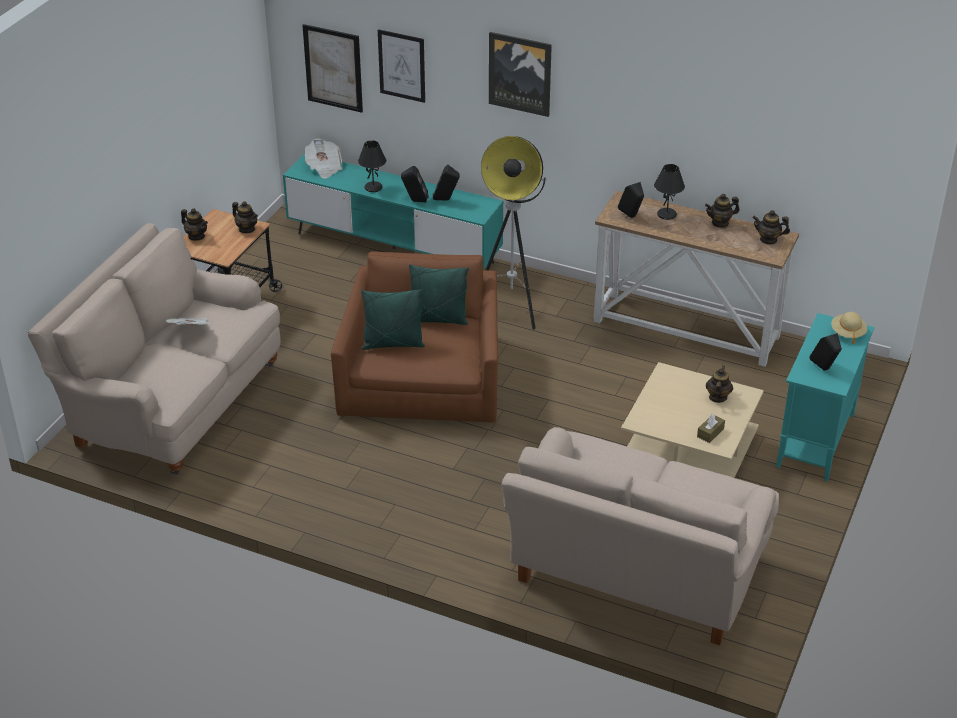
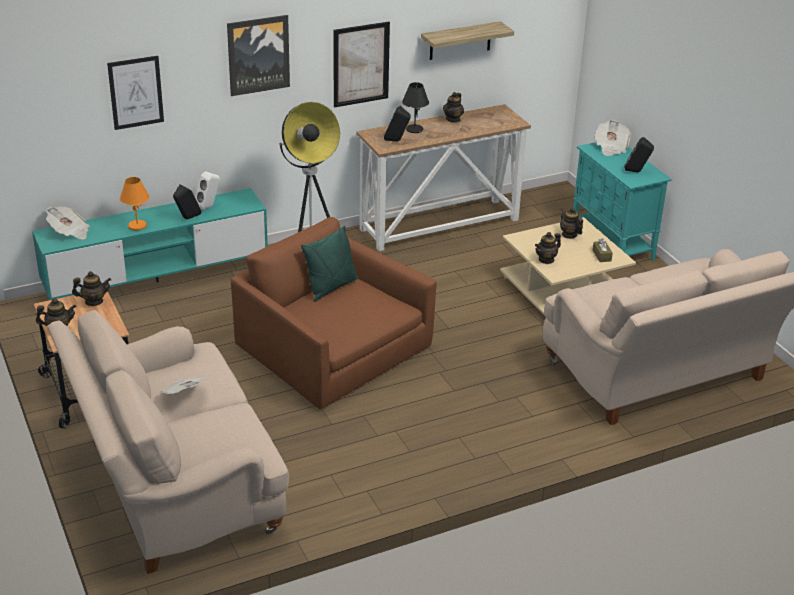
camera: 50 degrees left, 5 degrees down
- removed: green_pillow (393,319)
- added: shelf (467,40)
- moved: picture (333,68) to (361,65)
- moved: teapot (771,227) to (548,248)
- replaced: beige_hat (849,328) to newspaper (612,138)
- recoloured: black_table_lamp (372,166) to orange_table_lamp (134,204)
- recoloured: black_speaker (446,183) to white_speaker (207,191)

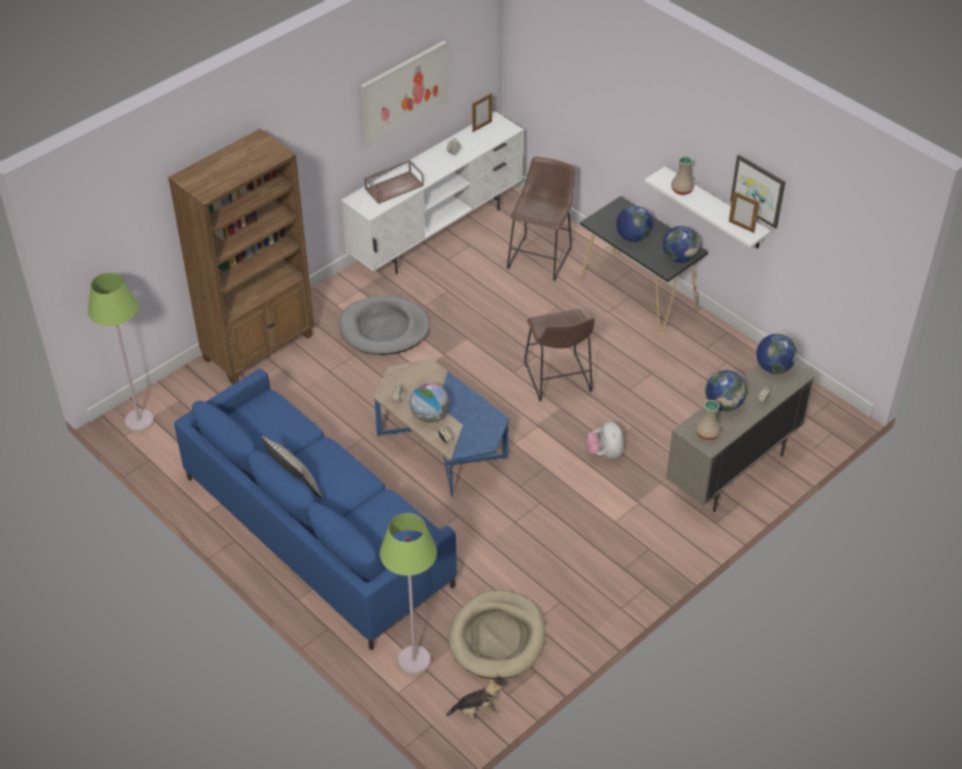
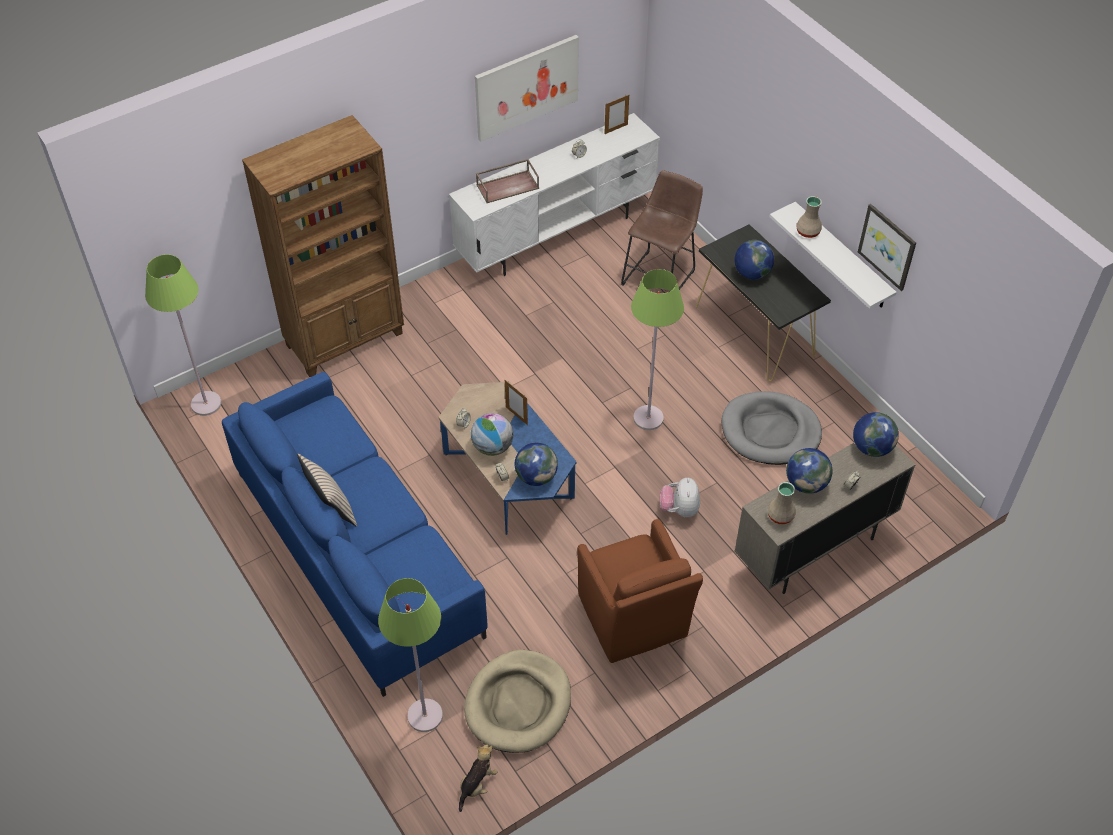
camera: 10 degrees right, 5 degrees up
- added: brown_armchair (640,591)
- moved: grey_dog_bed (385,325) to (772,428)
- moved: globe (681,244) to (536,464)
- moved: picture_frame (744,212) to (516,402)
- replaced: brown_stool (559,355) to green_floor_lamp (657,349)
- turned: plush_toy (474,699) = (478,778) 60 degrees counterclockwise

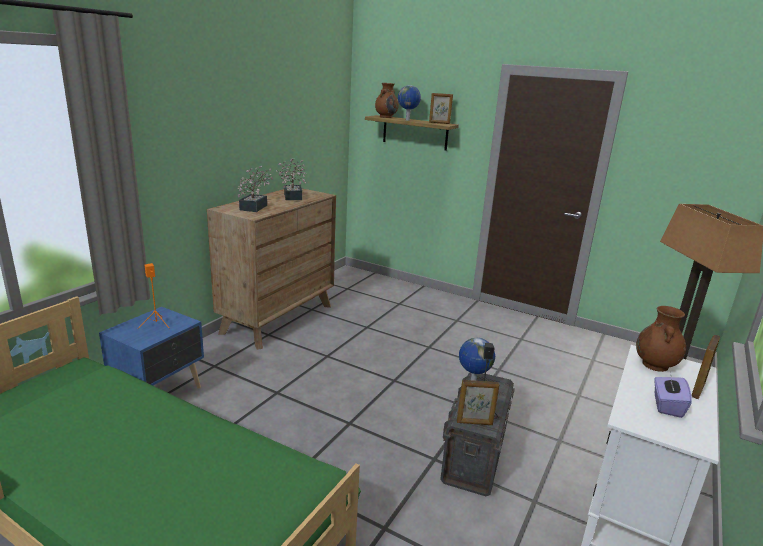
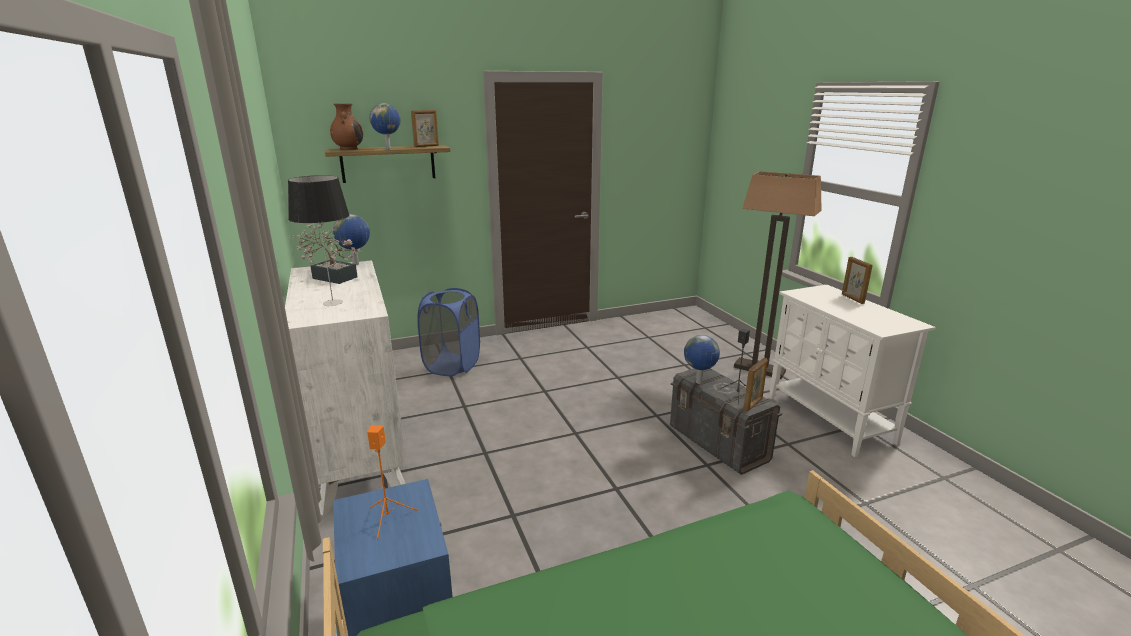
camera: 50 degrees left, 0 degrees up
- removed: brown_vase (661,339)
- removed: purple_tissue_box (673,394)
- added: globe (351,239)
- added: blue_laundry_basket (448,332)
- replaced: potted_plant (255,189) to table_lamp (318,240)
- recoloured: brown_dresser (271,269) to white_dresser (345,388)

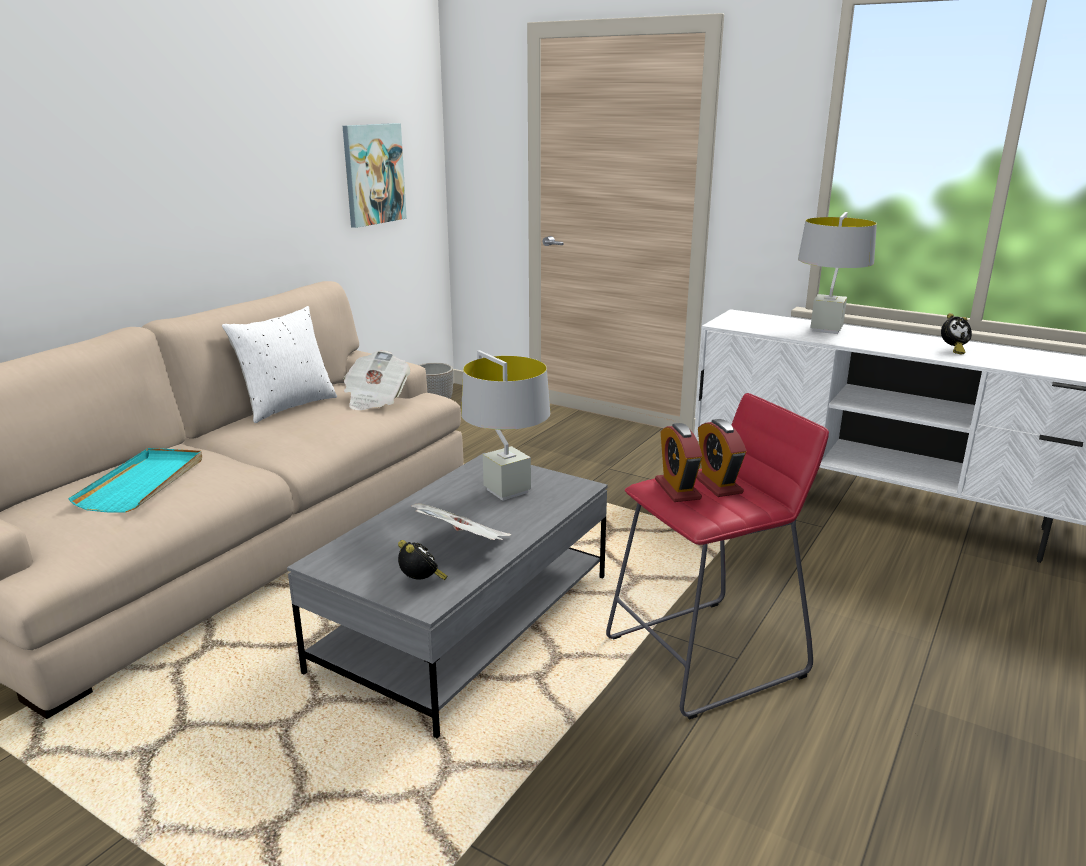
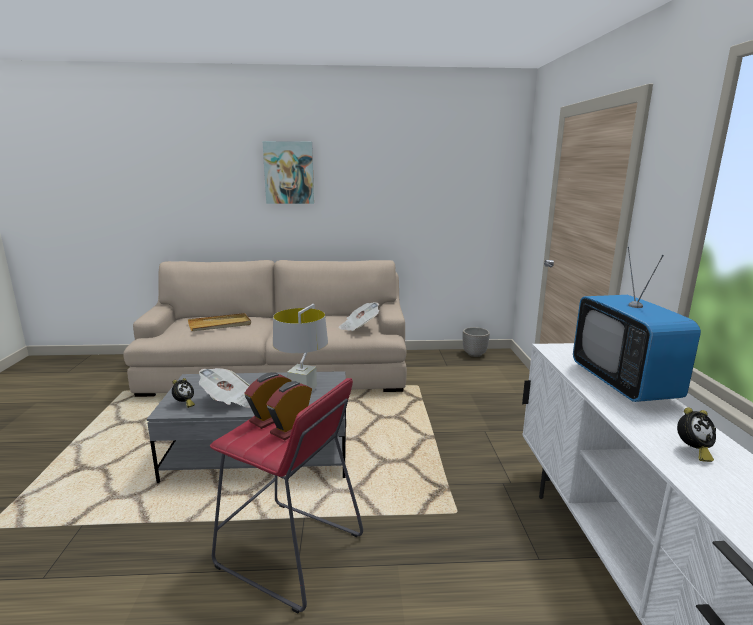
camera: 55 degrees right, 5 degrees down
- removed: white_pillow (279,364)
- moved: picture (375,175) to (288,172)
- replaced: grey_table_lamp (837,273) to television (637,324)
- recoloured: turquoise_tray (135,480) to beige_tray (219,322)
- turned: alarm_clock (956,334) = (696,434) 60 degrees counterclockwise

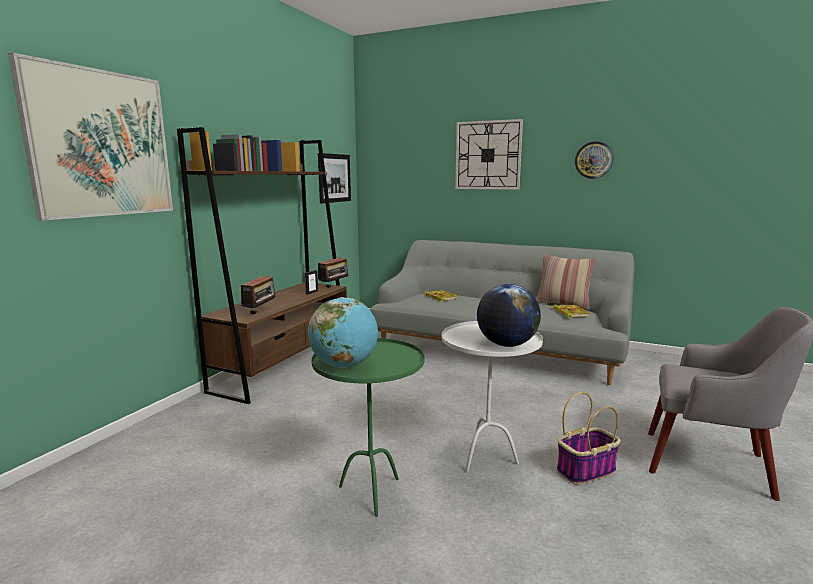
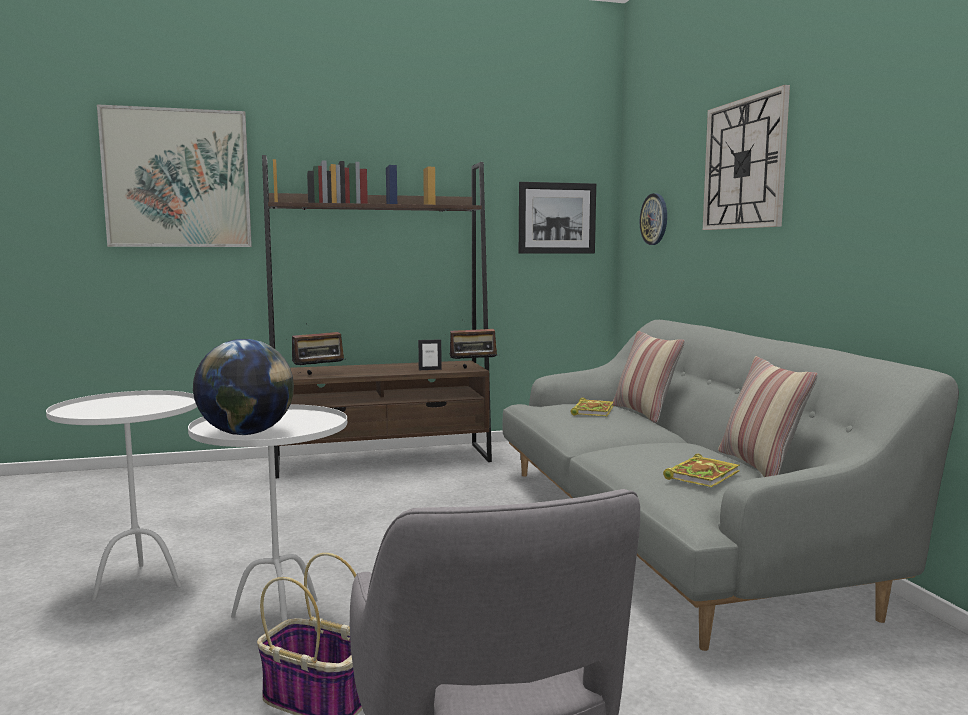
camera: 50 degrees right, 5 degrees down
- removed: globe (343,332)
- added: pillow (648,377)
- moved: wall_clock (594,160) to (653,219)
- recoloured: green_side_table (368,427) to white_side_table (121,495)

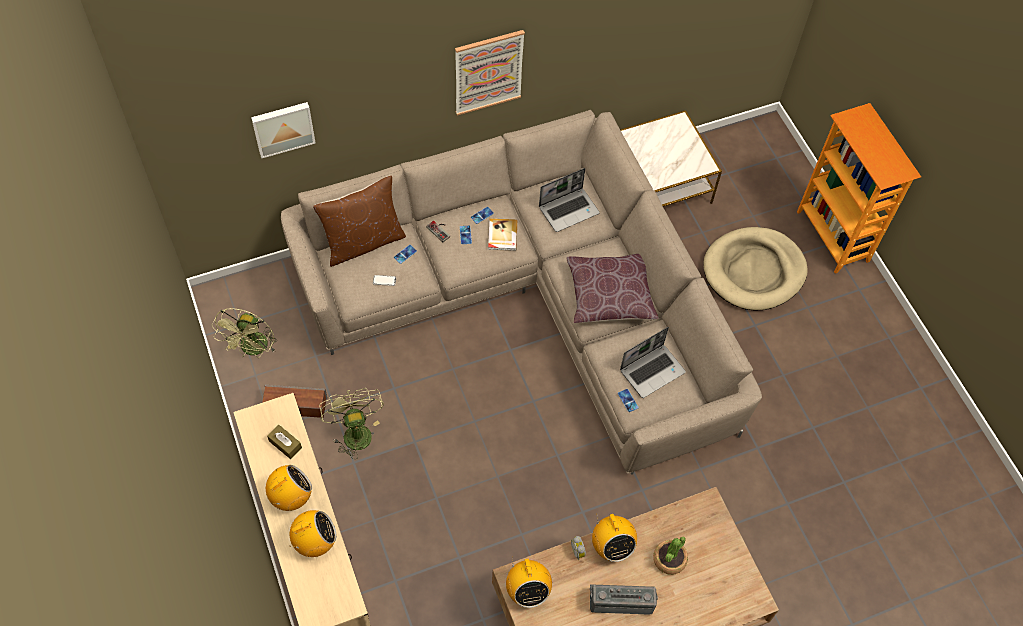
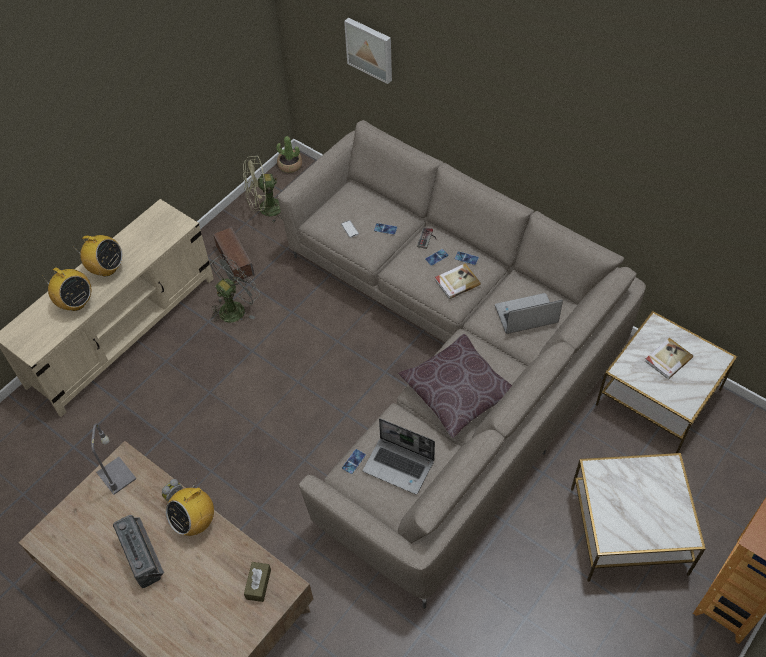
camera: 65 degrees right, 5 degrees down
- removed: brown_pillow (359,221)
- removed: picture (490,73)
- added: book (669,358)
- moved: brown_tissue_box (284,442) to (257,582)
- moved: potted_plant (670,555) to (289,154)
- replaced: radio (529,582) to grey_table_lamp (114,459)
- replaced: beige_dog_bed (756,269) to side_table (638,517)
- recoloured: green_fan (351,423) to grey_fan (235,288)
- turned: laptop (569,200) = (529,313) 135 degrees clockwise

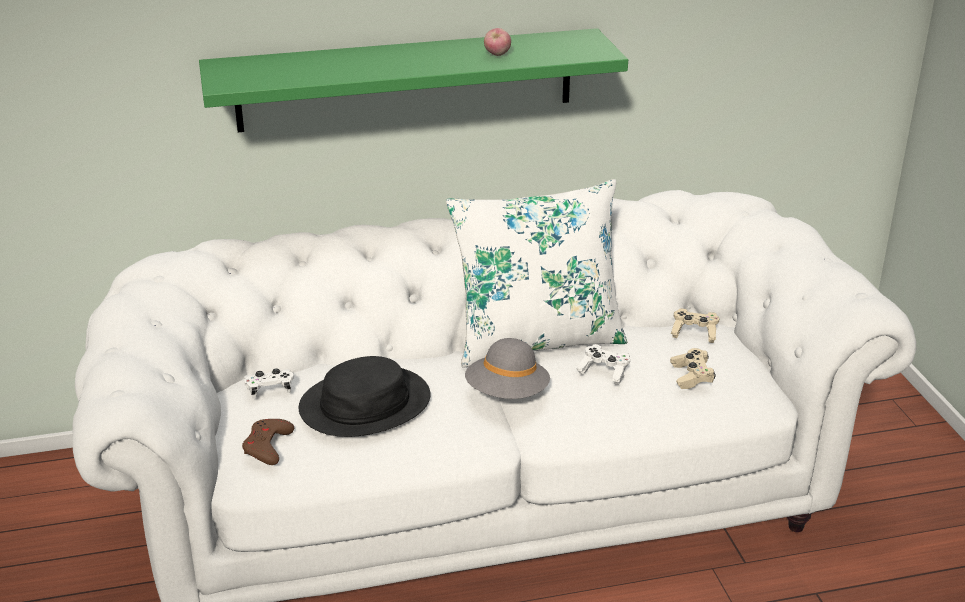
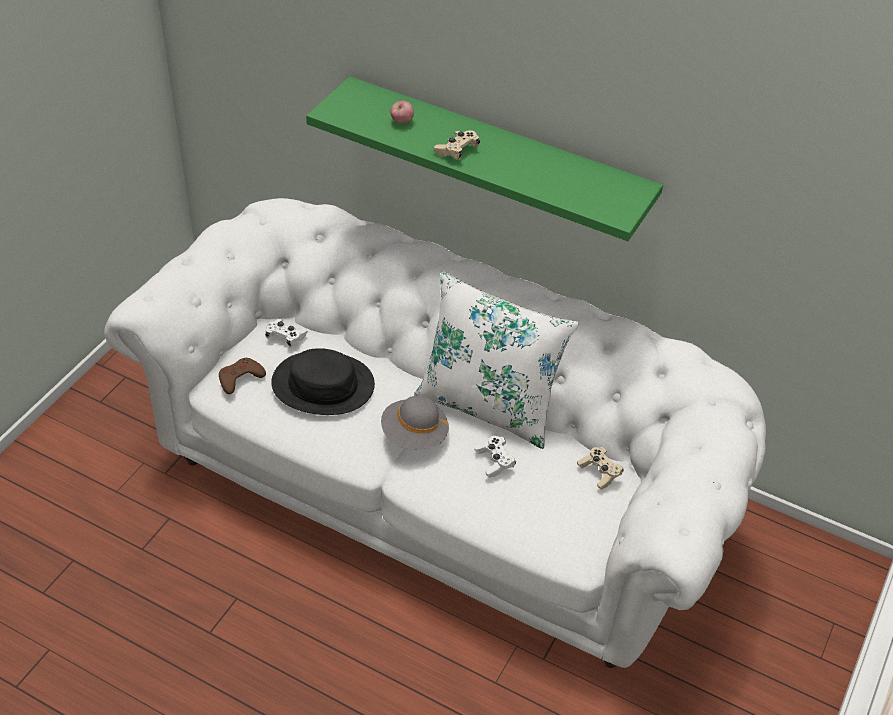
camera: 40 degrees right, 15 degrees up
- moved: apple (497,42) to (402,112)
- moved: beige_game_controller (693,368) to (456,145)

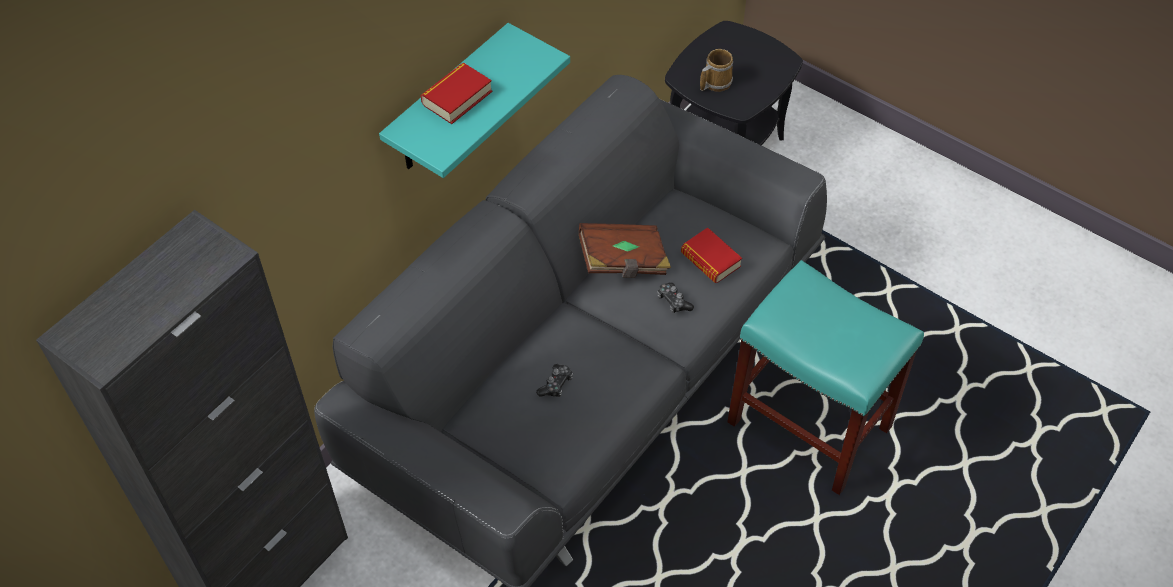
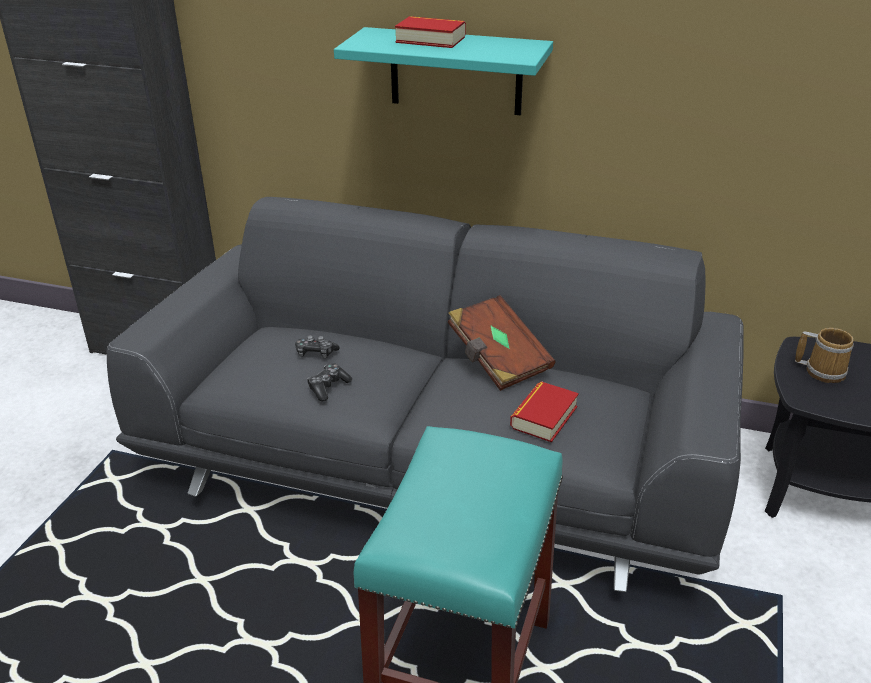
camera: 70 degrees right, 20 degrees down
- moved: game_controller (675,297) to (329,382)

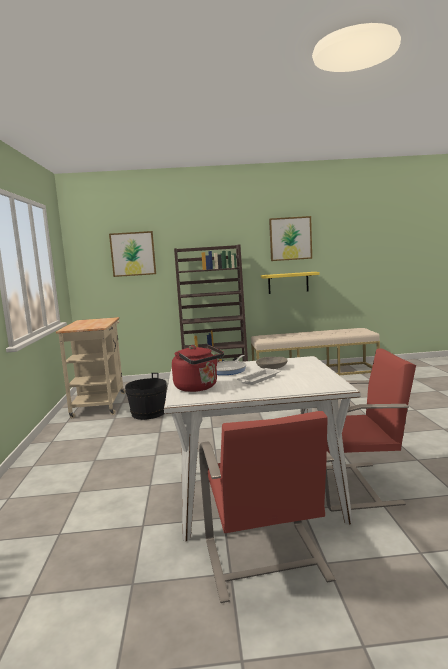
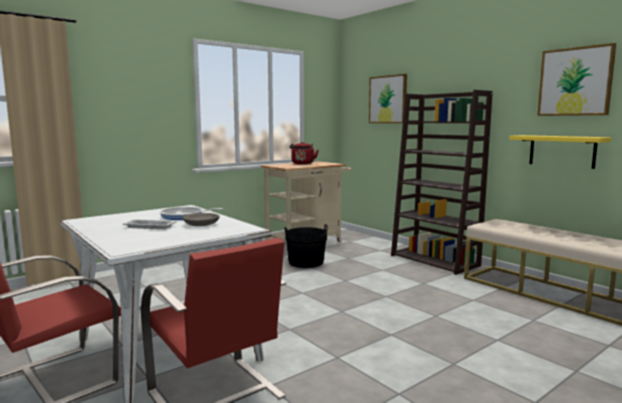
camera: 55 degrees right, 0 degrees up
- moved: red_kettle (198,368) to (304,153)

